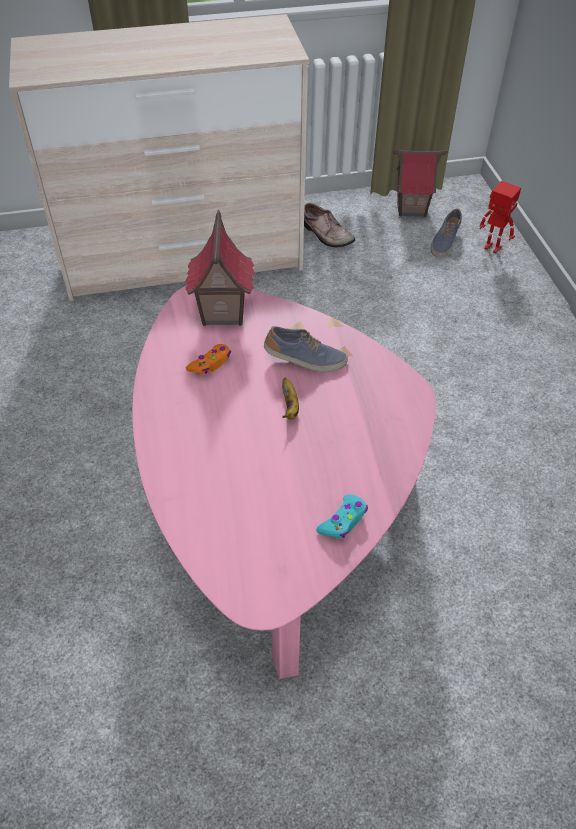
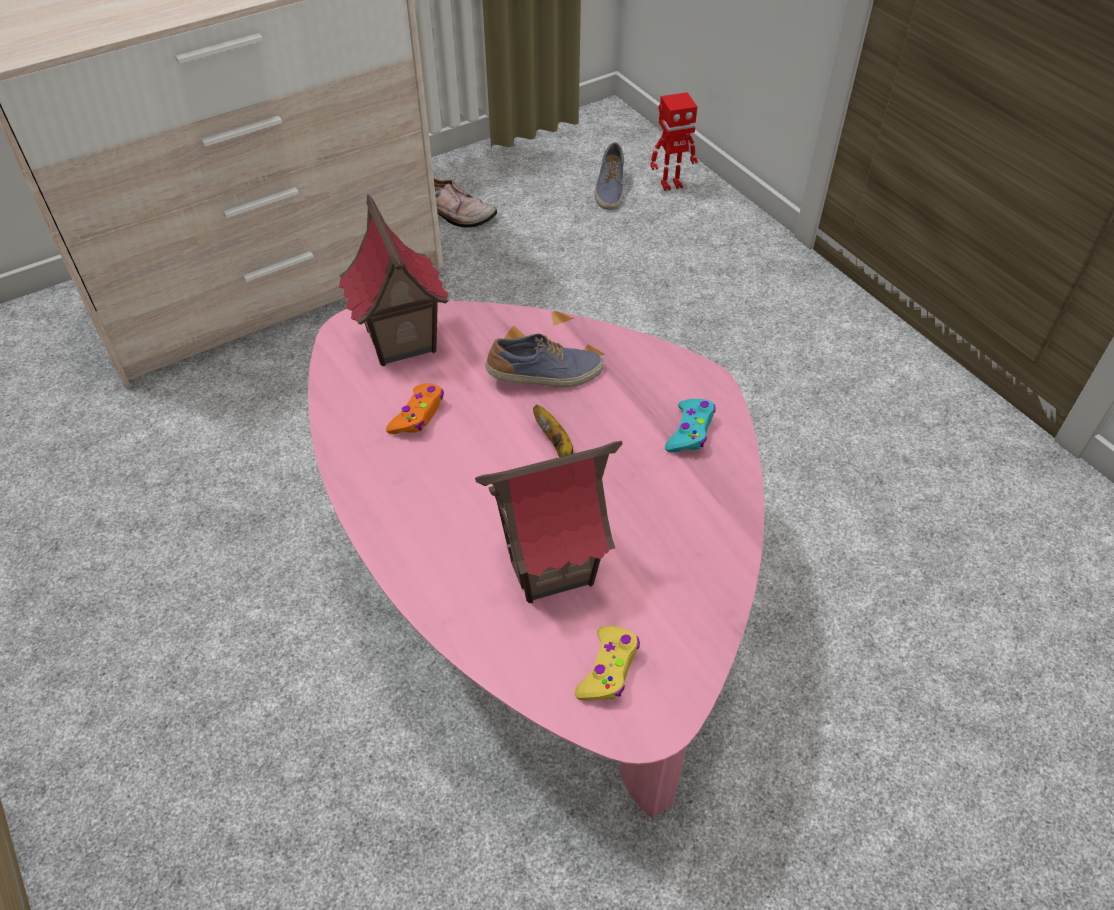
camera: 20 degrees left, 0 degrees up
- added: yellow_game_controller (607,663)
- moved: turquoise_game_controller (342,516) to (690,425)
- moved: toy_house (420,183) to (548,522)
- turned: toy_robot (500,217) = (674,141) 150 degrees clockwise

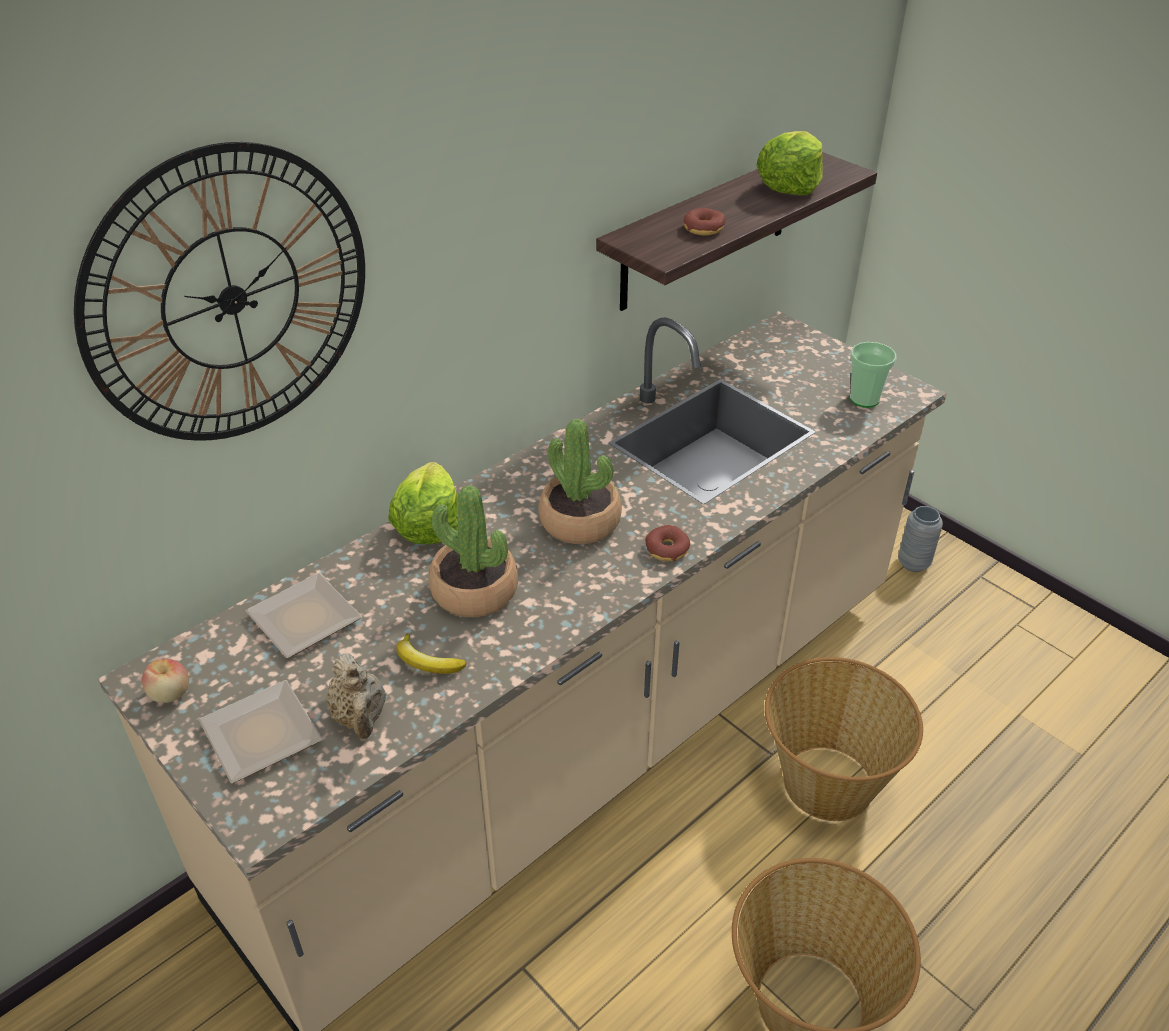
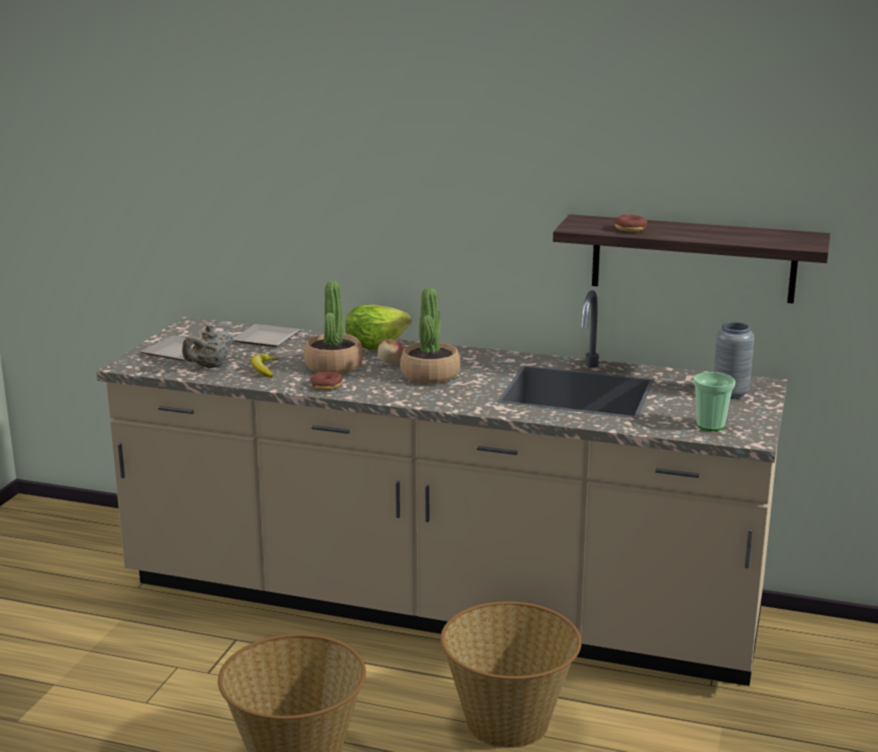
camera: 60 degrees right, 20 degrees down
- removed: wall_clock (219,291)
- removed: lettuce (789,163)
- moved: apple (165,681) to (391,352)
- moved: donut (667,543) to (326,380)
- moved: grey_vase (920,539) to (733,360)

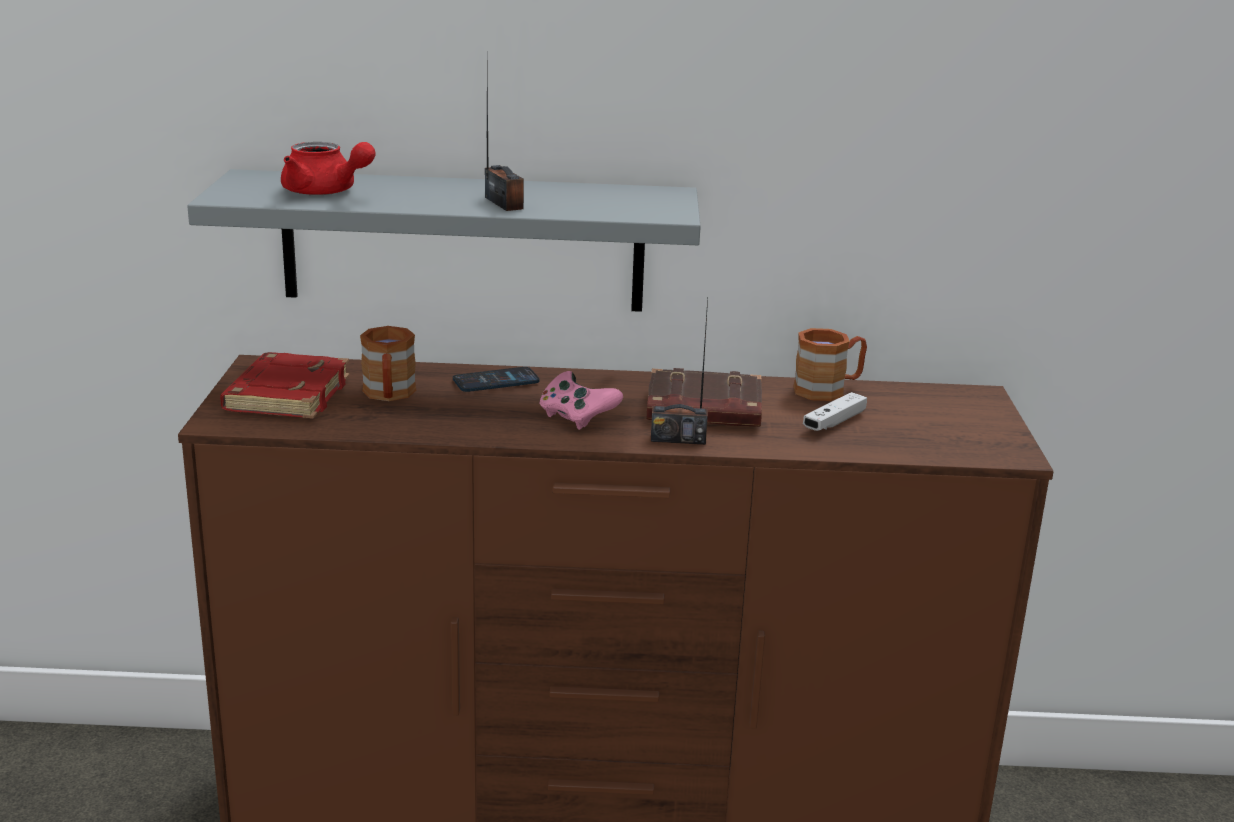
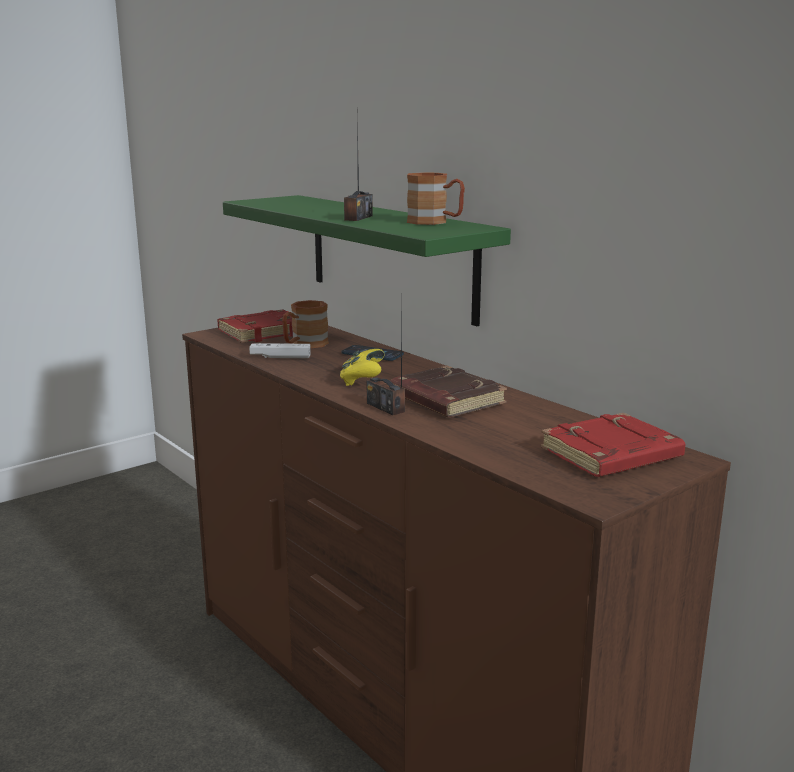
camera: 50 degrees right, 5 degrees down
- removed: red_teapot (328,168)
- added: red_book (613,445)
- moved: brown_mug (830,364) to (436,199)
- moved: white_game_controller (835,411) to (280,350)
- recoloured: grey_shelf (444,240) to green_shelf (367,260)
- recoloured: pink_game_controller (581,400) to yellow_game_controller (362,367)

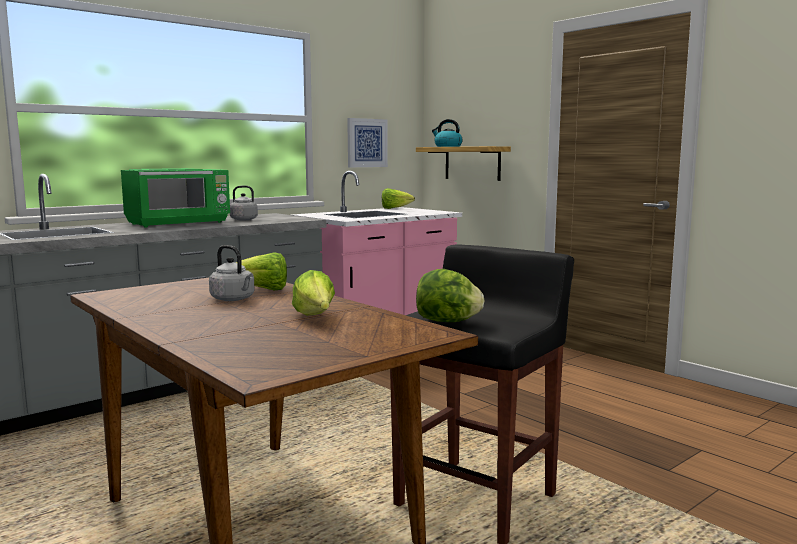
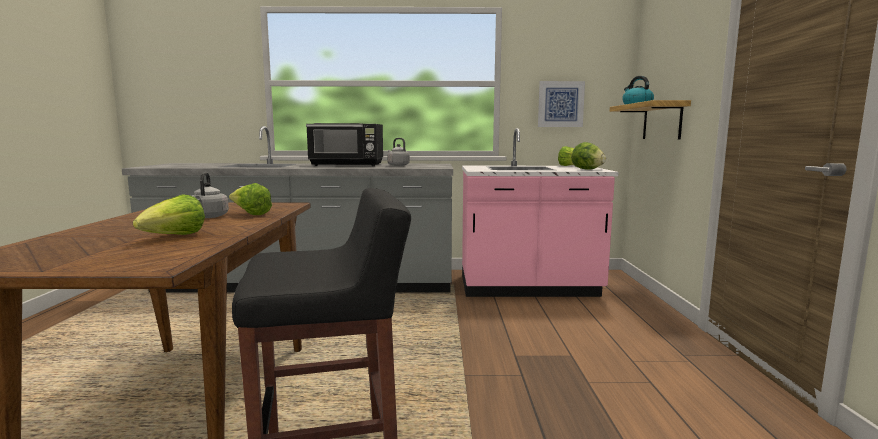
camera: 40 degrees right, 0 degrees up
- moved: lettuce (450,295) to (588,156)
- recoloured: green_microwave (175,198) to black_microwave (344,144)

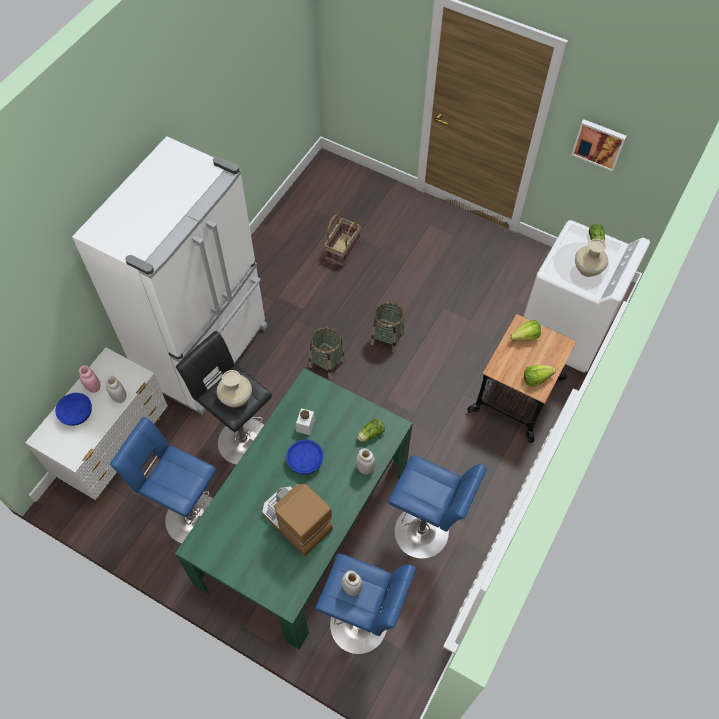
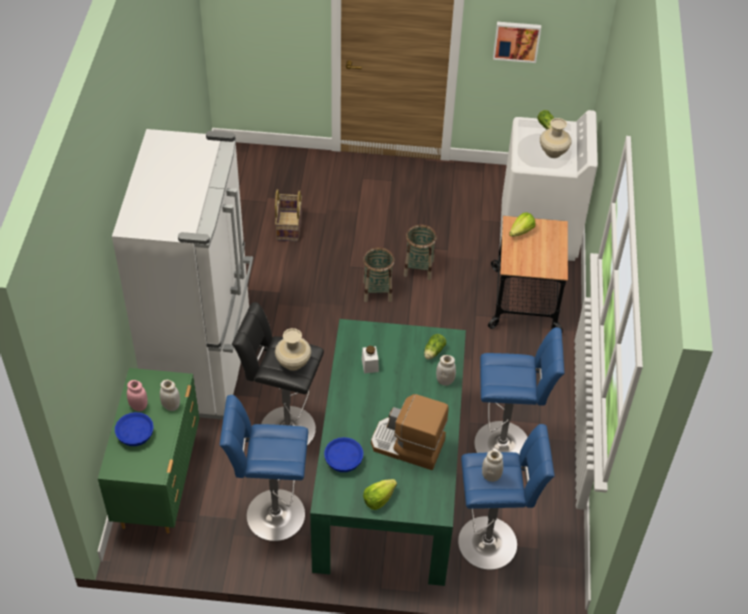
camera: 25 degrees left, 10 degrees down
- moved: blue_bowl (305,456) to (343,454)
- moved: basket (327,352) to (420,252)
- moved: lettuce (540,375) to (380,494)
- recoloured: white_dresser (96,424) to green_dresser (149,450)

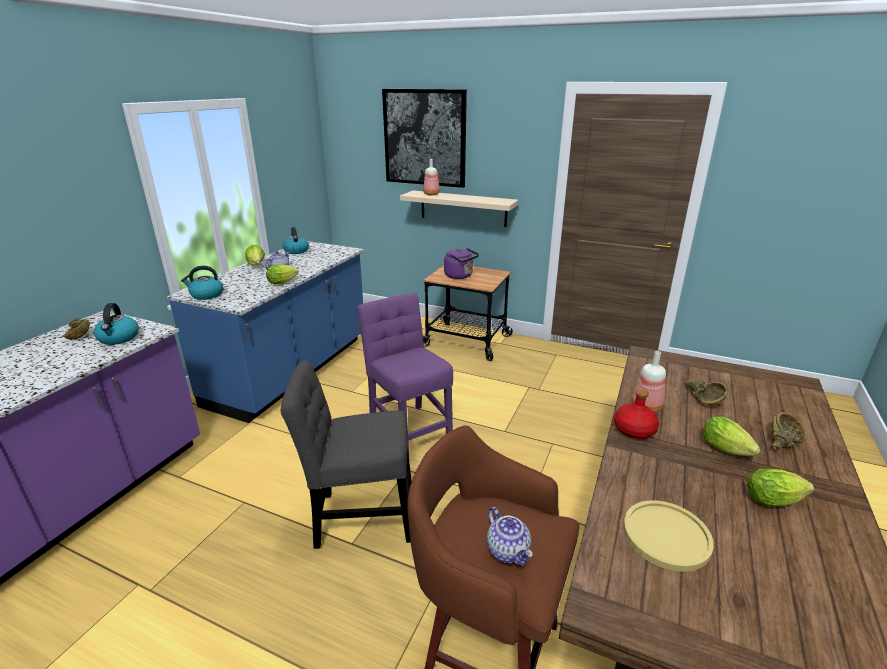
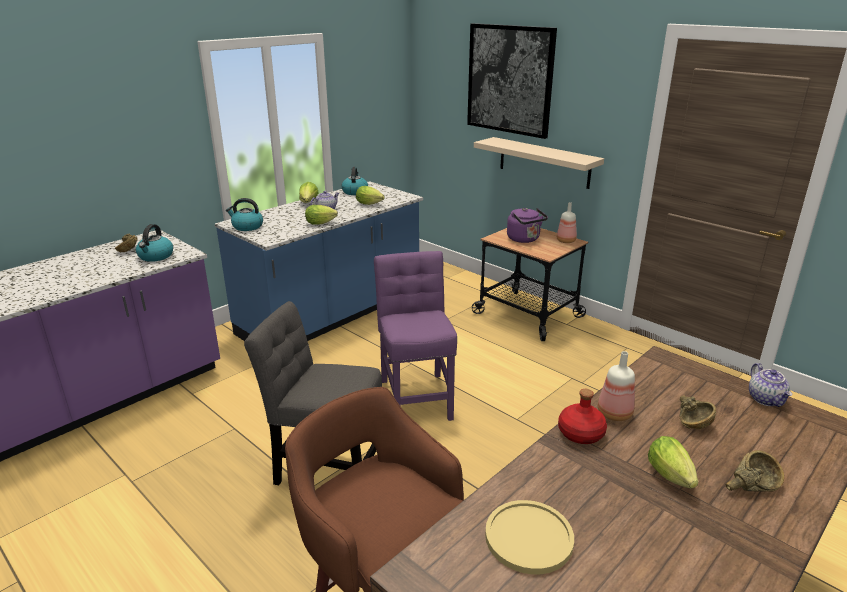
camera: 20 degrees right, 0 degrees up
- moved: bottle (431,177) to (567,222)
- moved: teapot (510,536) to (770,385)
- moved: lettuce (780,488) to (370,195)

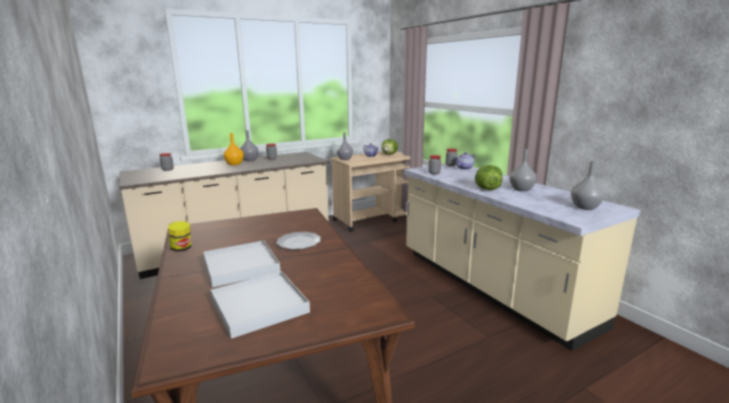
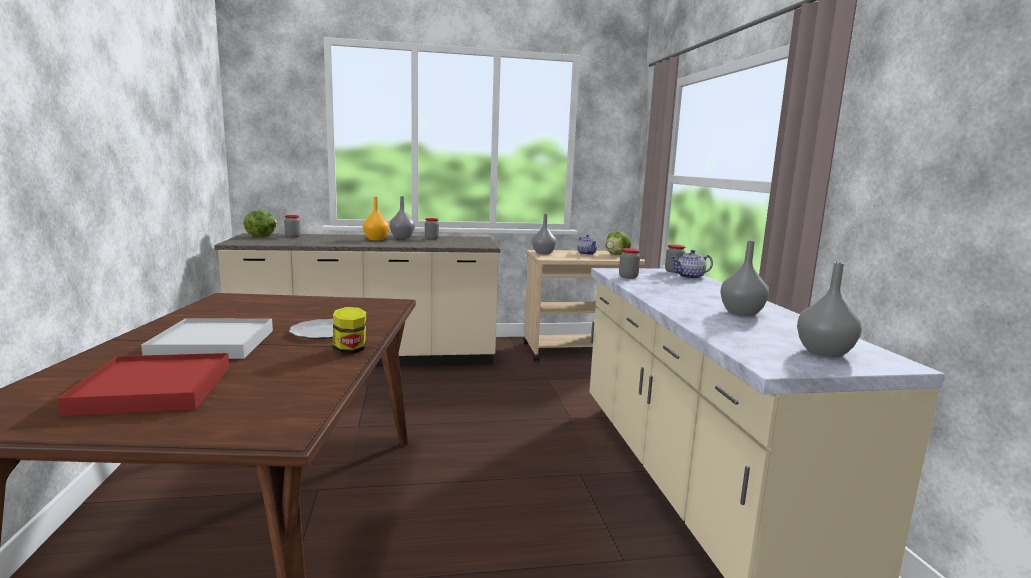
camera: 20 degrees right, 5 degrees down
- moved: jar (179,236) to (349,330)
- moved: lettuce (489,177) to (260,224)
- recoloured: white_tray (260,305) to red_tray (143,384)

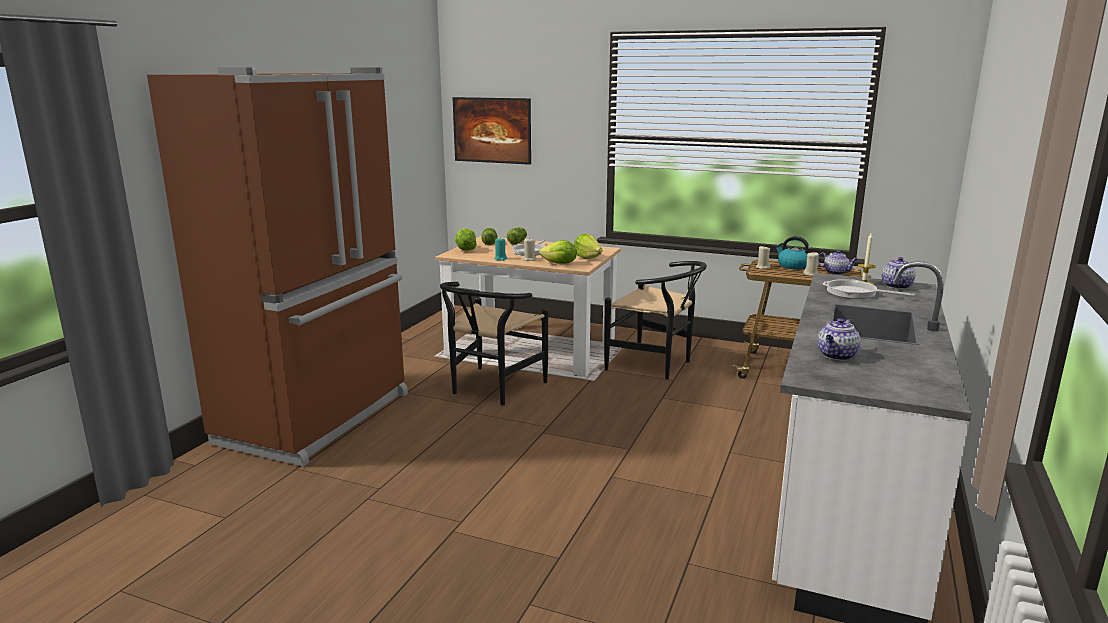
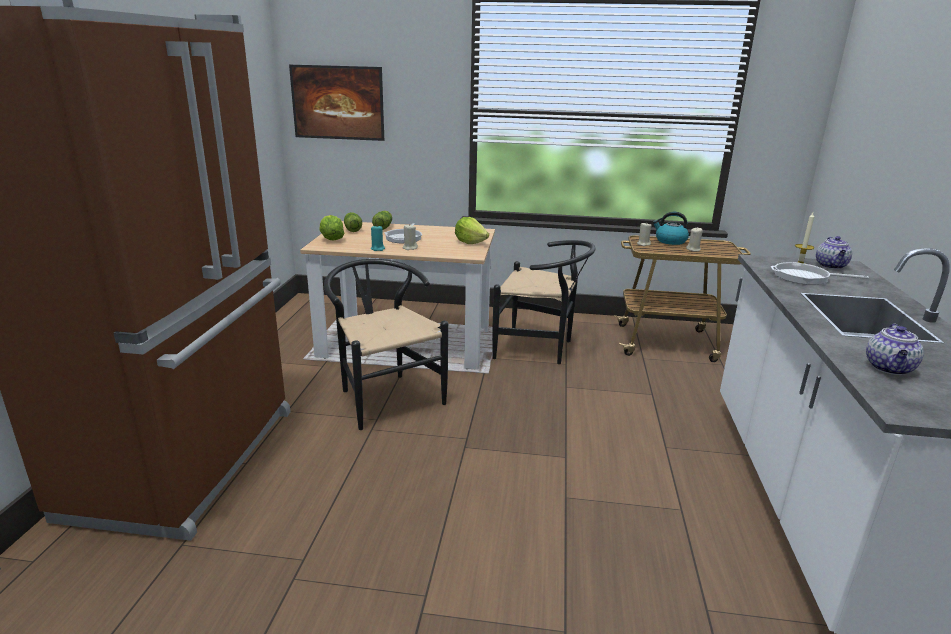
camera: 15 degrees left, 5 degrees up
- removed: lettuce (558,252)
- removed: teapot (838,262)
- turned: black_chair (494,343) = (386,344) 135 degrees clockwise

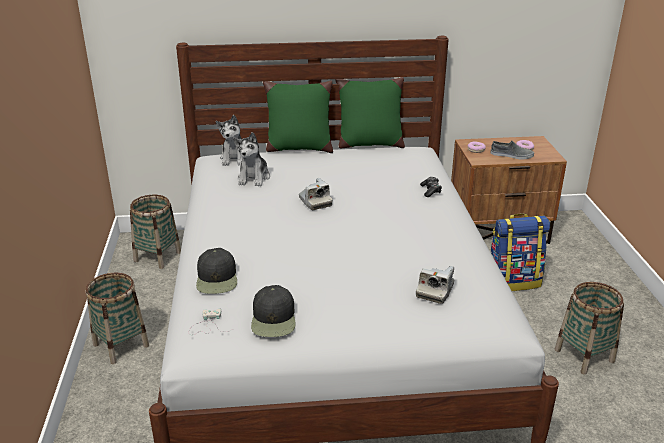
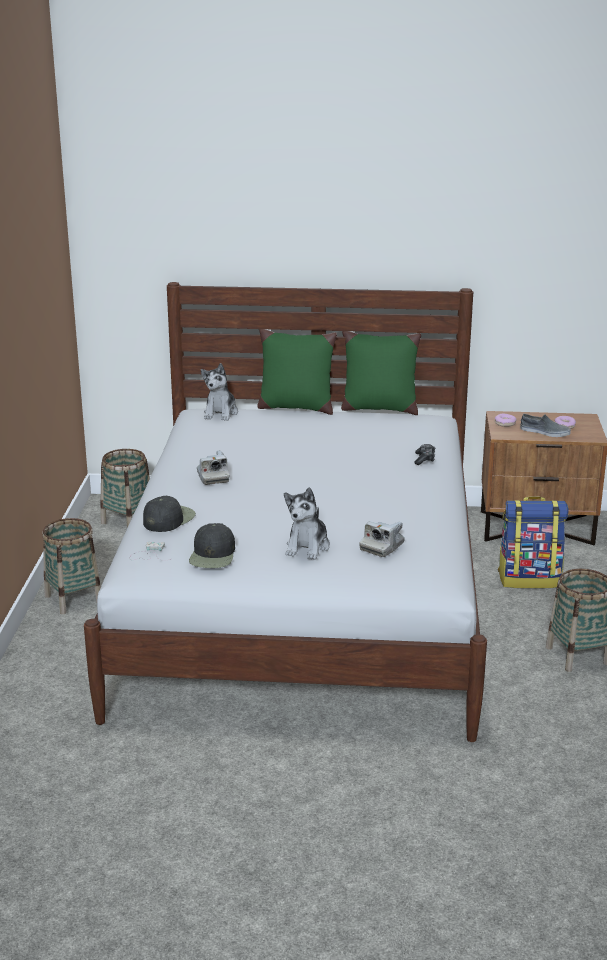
camera: 10 degrees right, 5 degrees down
- moved: plush_toy (251,159) to (307,523)
- moved: photo_camera (316,194) to (213,467)
- turned: black_cap (216,271) = (169,514) 150 degrees counterclockwise

